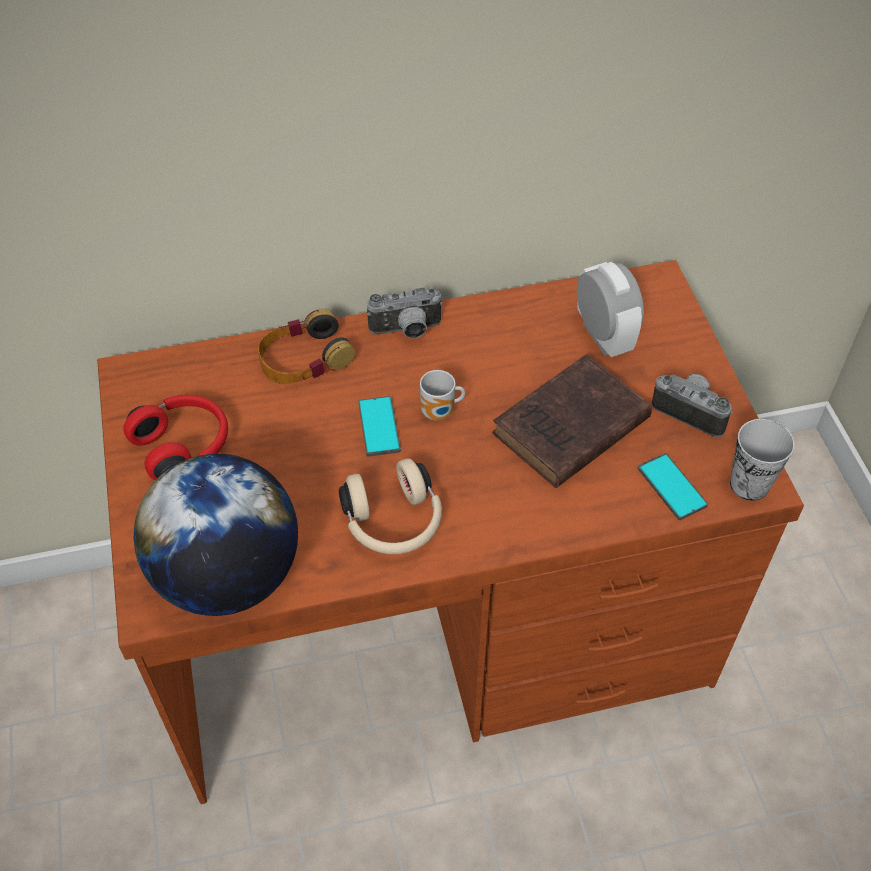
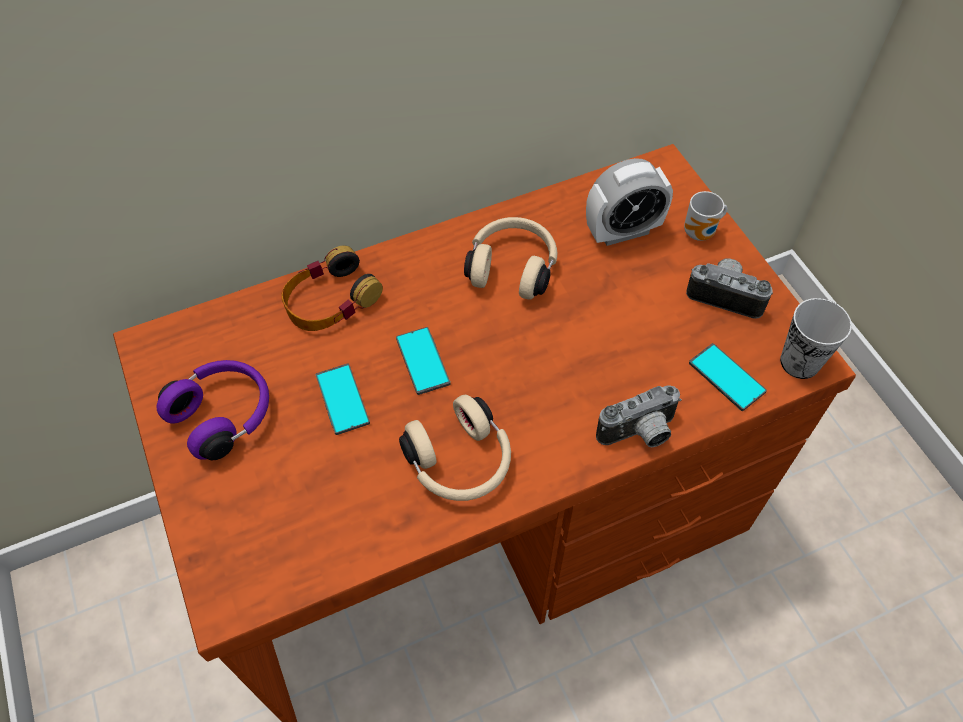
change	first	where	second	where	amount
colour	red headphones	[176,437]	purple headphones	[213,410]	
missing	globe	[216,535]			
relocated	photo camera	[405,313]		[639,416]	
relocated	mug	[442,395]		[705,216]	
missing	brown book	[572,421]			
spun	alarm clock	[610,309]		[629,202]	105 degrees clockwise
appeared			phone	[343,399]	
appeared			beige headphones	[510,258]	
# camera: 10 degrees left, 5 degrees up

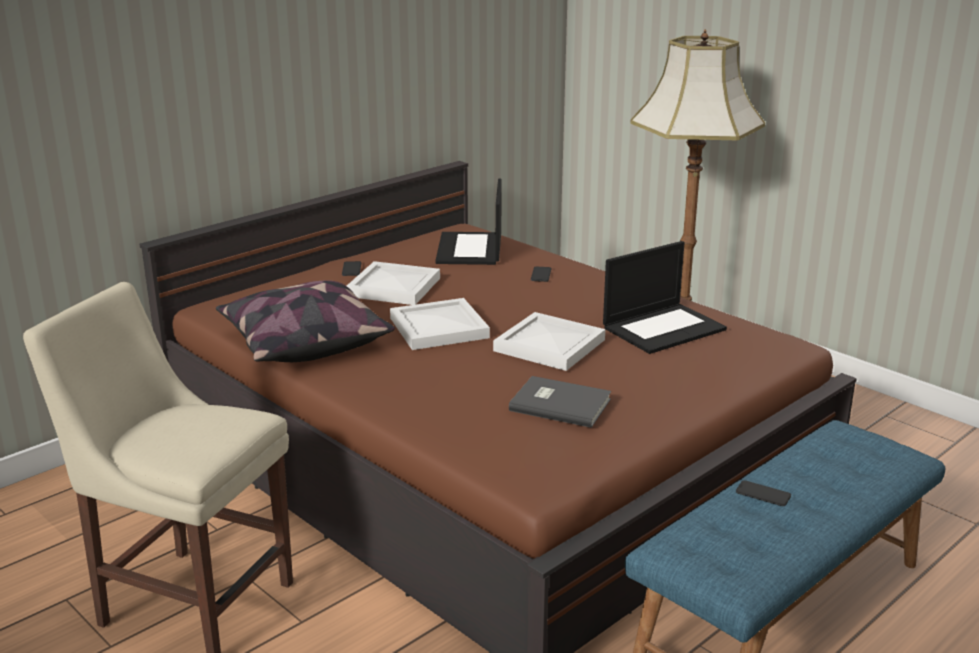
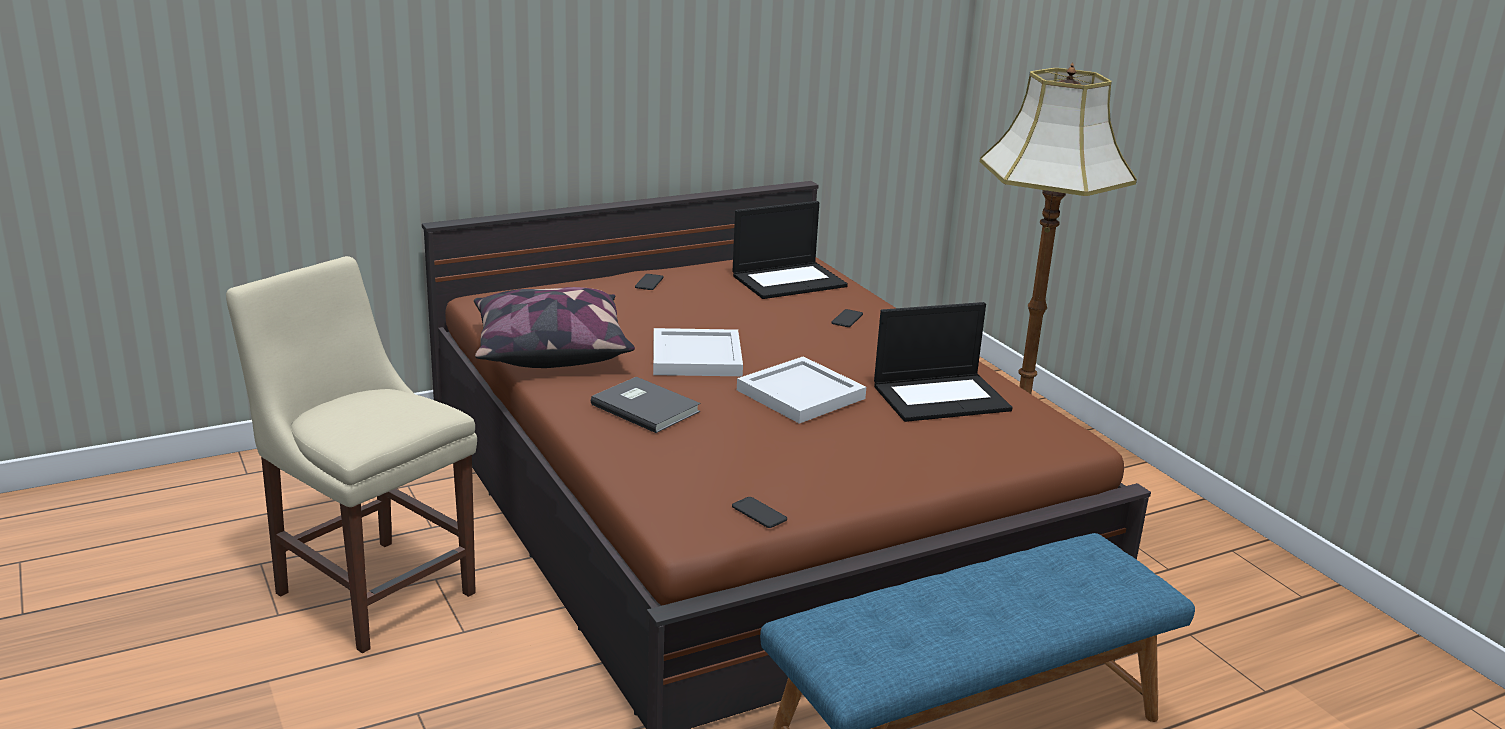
change	first	where	second	where	amount
missing	white tray	[393,283]			
spun	laptop	[468,221]		[790,250]	135 degrees counterclockwise
relocated	grey book	[560,402]		[645,405]	
relocated	phone	[763,493]		[759,512]	
# camera: 15 degrees right, 0 degrees up

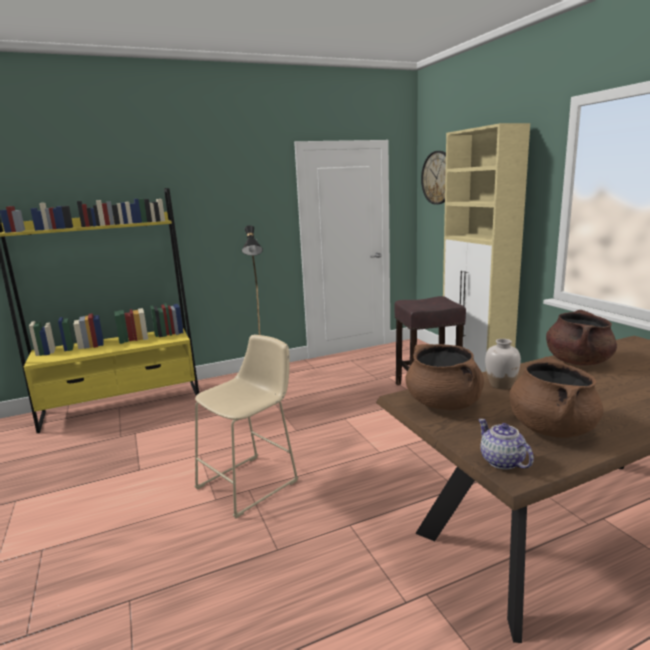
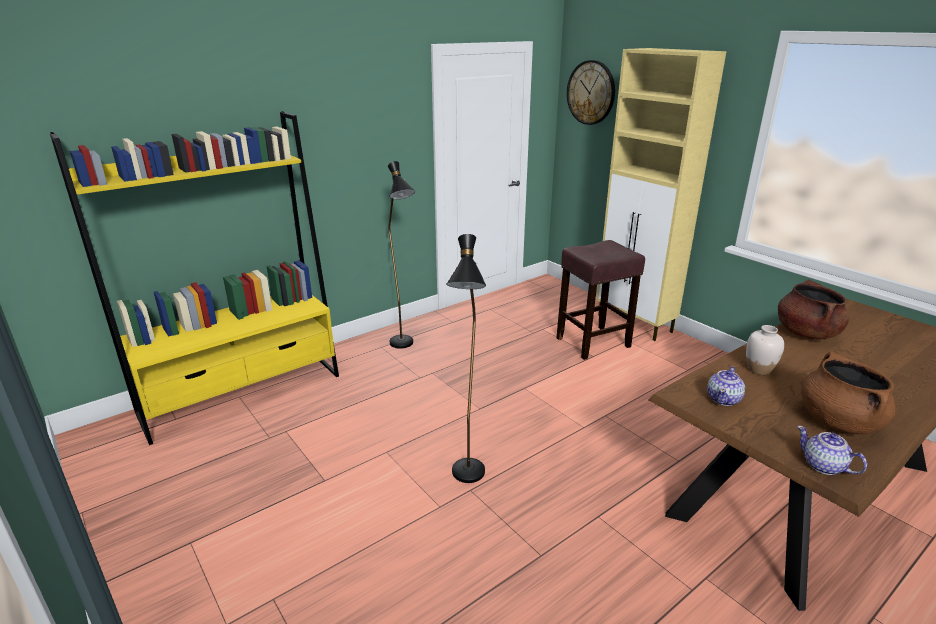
change	first	where	second	where	amount
exchanged	beige stool	[246,426]	black floor lamp	[466,358]	
exchanged	brown cooking pot	[444,377]	teapot	[726,386]	
# camera: 15 degrees left, 10 degrees up

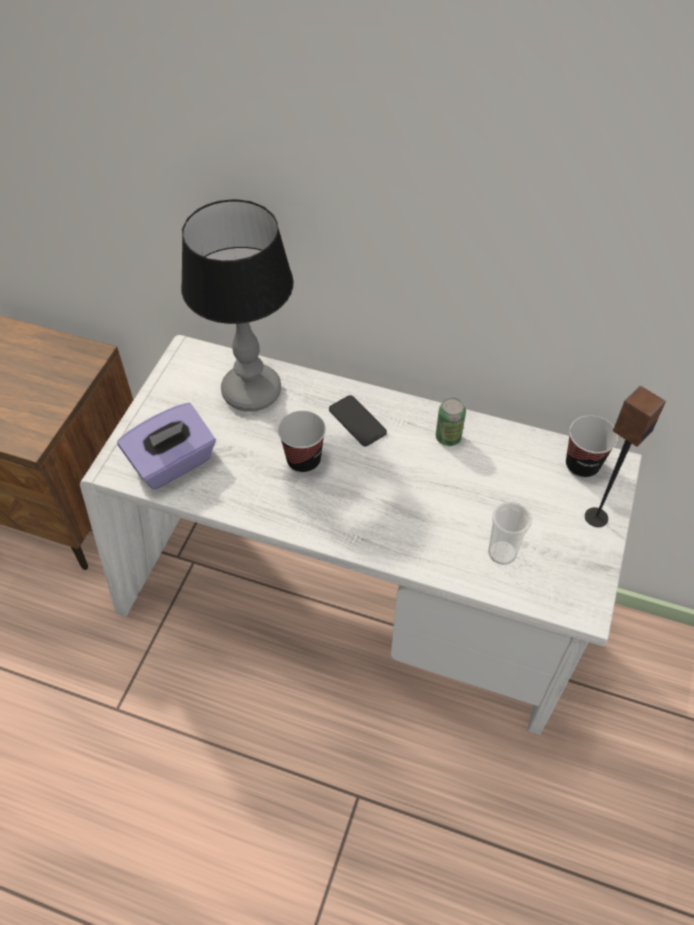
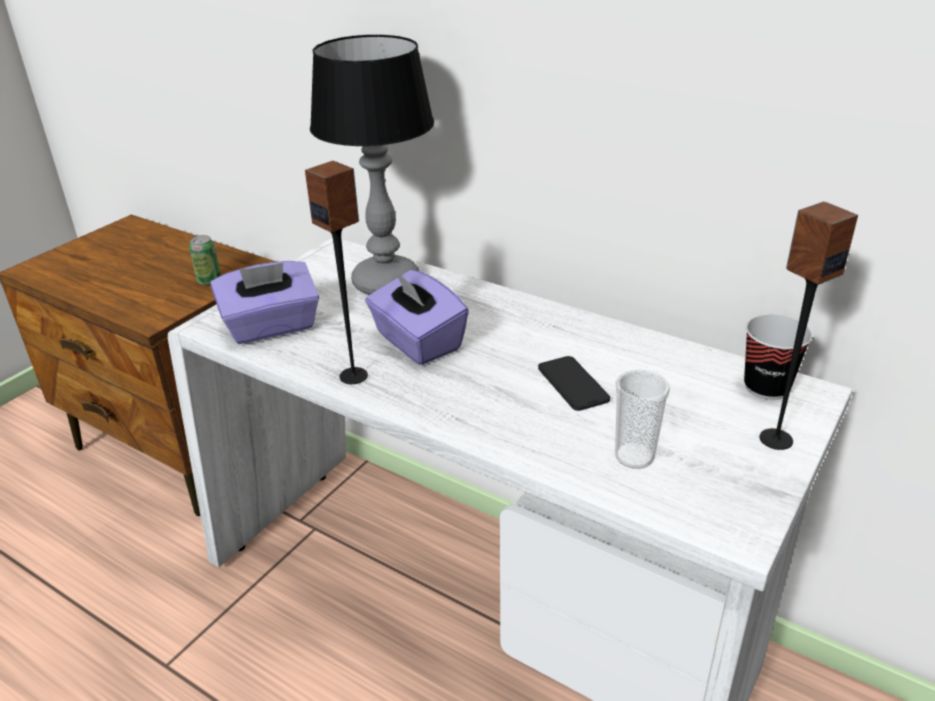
change	first	where	second	where	amount
exchanged	cup	[302,442]	purple tissue box	[417,317]	
relocated	phone	[358,420]		[574,383]	
relocated	can	[451,422]		[205,260]	
appeared			speaker	[336,272]	
# camera: 15 degrees right, 20 degrees down

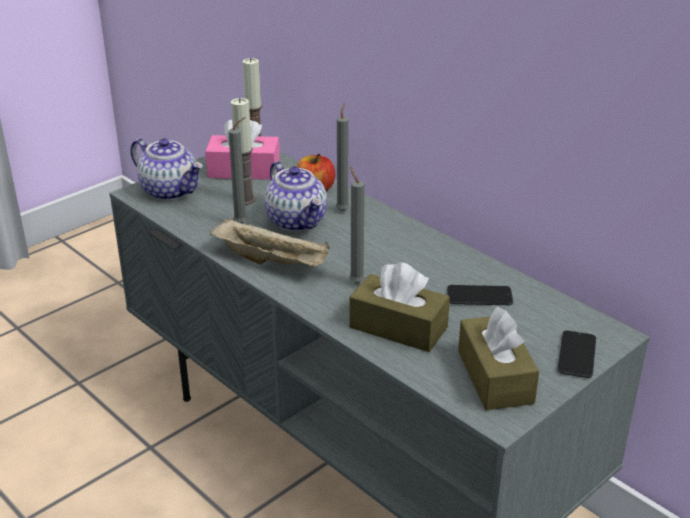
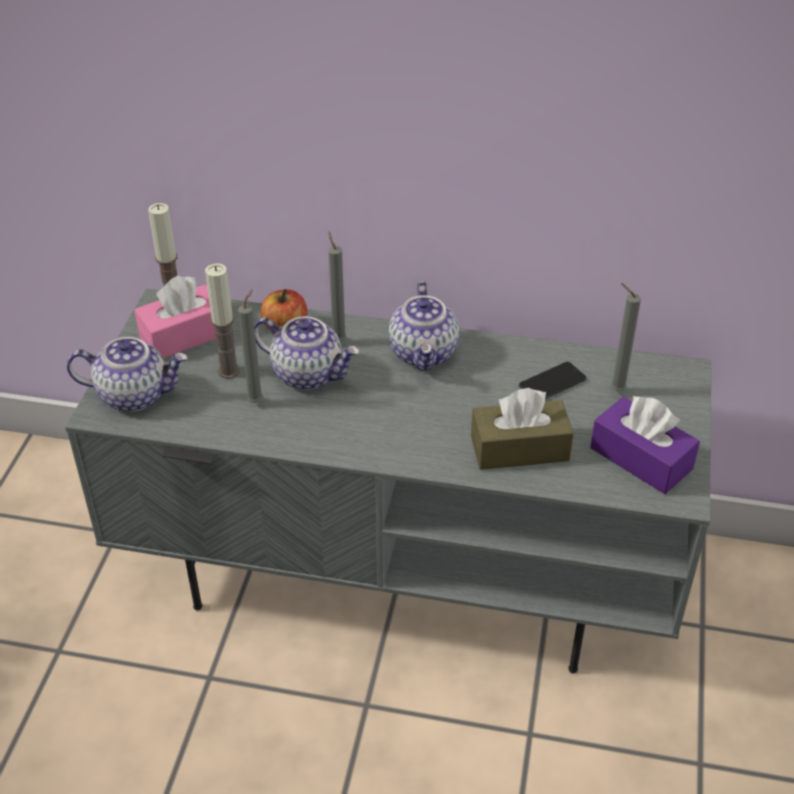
change	first	where	second	where	amount
missing	beige tray	[270,242]			
relocated	grey candle	[357,224]		[625,337]	
colour	brown tissue box	[498,358]	purple tissue box	[645,445]	
missing	phone	[576,354]			
appeared			teapot	[424,326]	
# camera: 35 degrees left, 10 degrees up

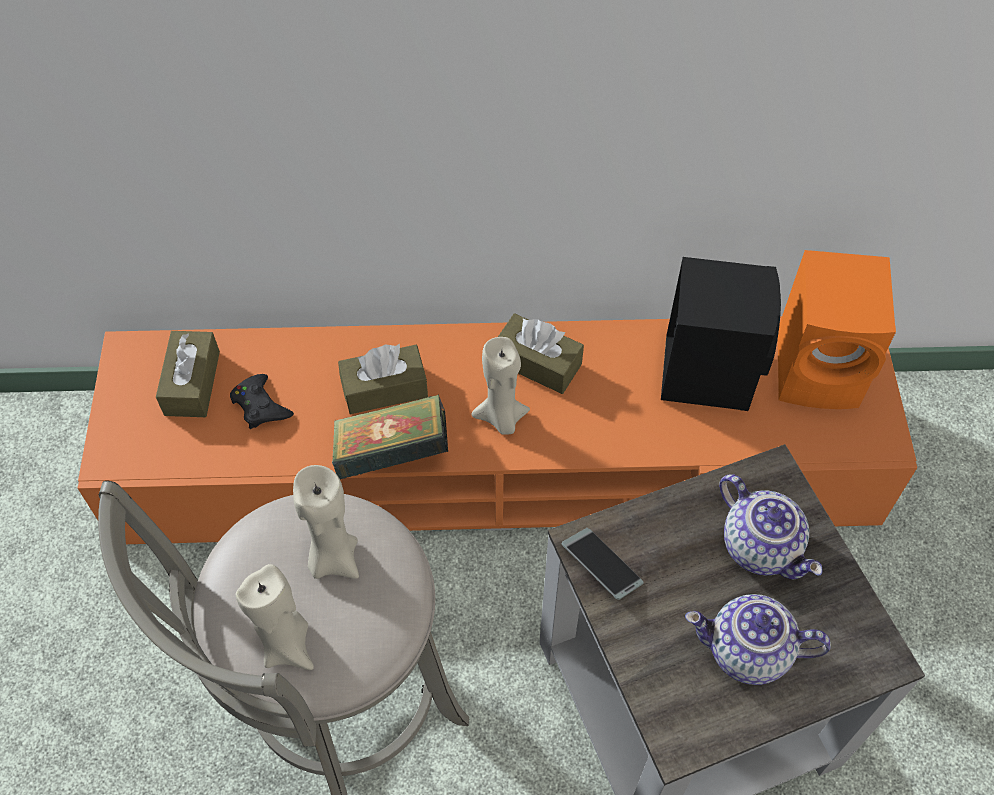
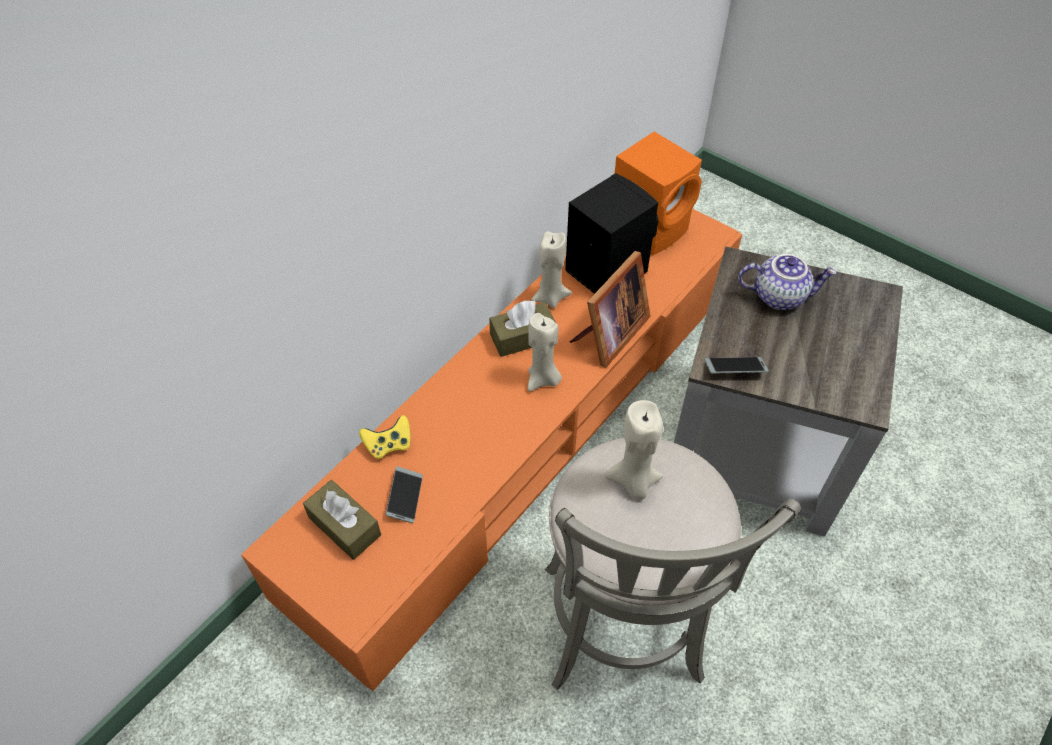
change	first	where	second	where	amount
exchanged	black game controller	[262,401]	phone	[404,494]	
relocated	beige candle	[275,617]		[551,269]	
missing	book	[390,437]			
missing	brown tissue box	[383,379]			
missing	teapot	[758,639]			
appeared			yellow game controller	[385,437]	
appeared			picture frame	[610,309]	
# camera: 50 degrees left, 5 degrees down

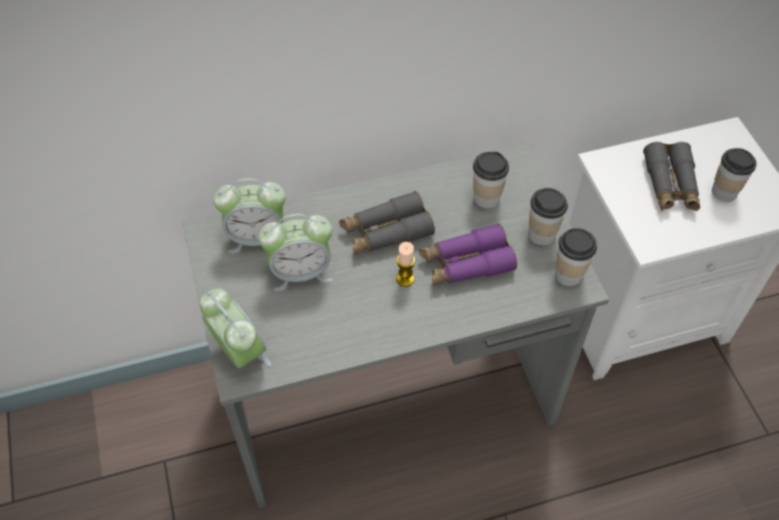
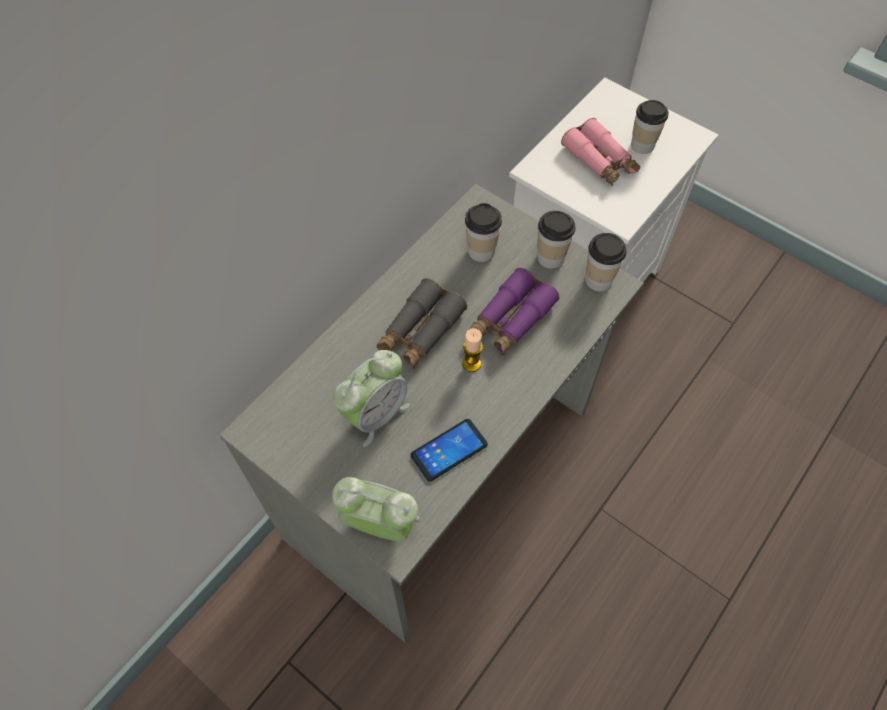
change	first	where	second	where	amount
missing	alarm clock	[249,216]			
colour	grey binoculars	[671,176]	pink binoculars	[600,152]	
appeared			phone	[449,450]	
# camera: 35 degrees left, 5 degrees up

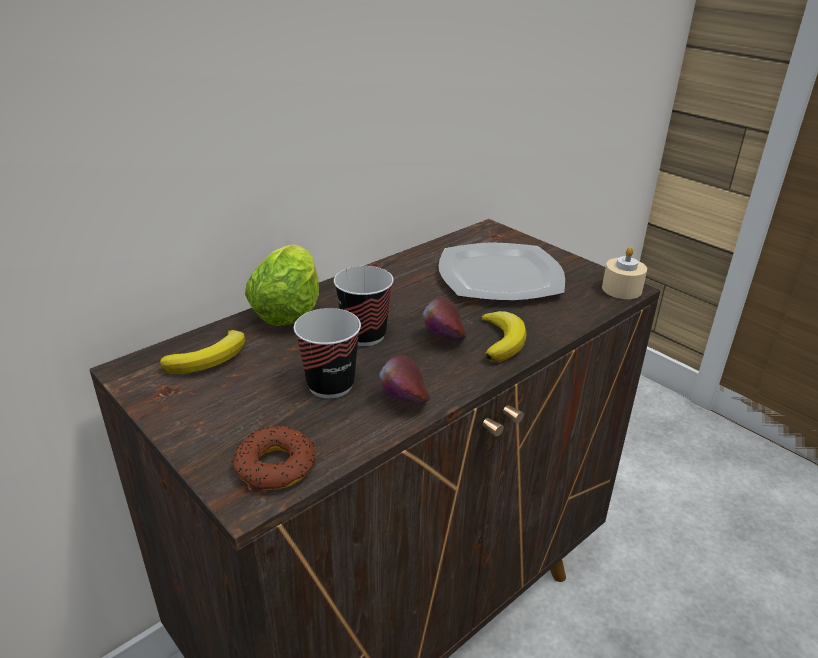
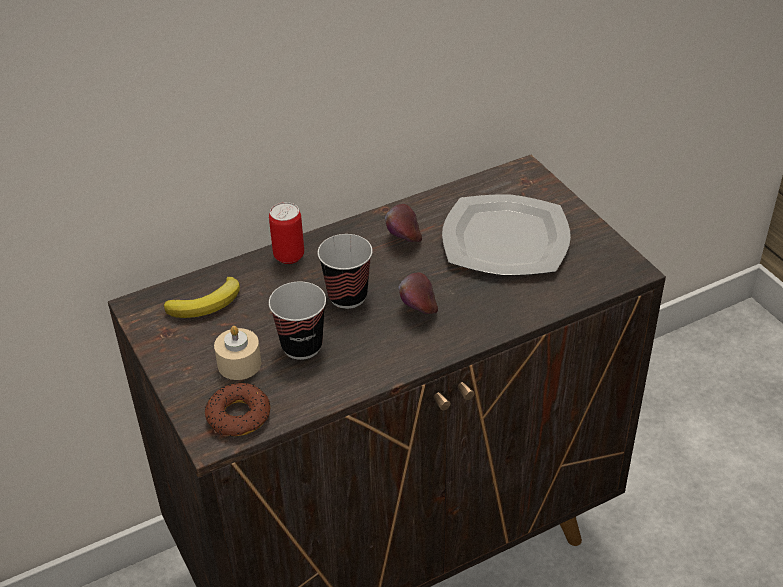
change	first	where	second	where	amount
exchanged	lettuce	[282,285]	can	[286,233]	
relocated	apple	[404,379]		[403,223]	
missing	banana	[503,336]			
relocated	beige candle	[624,273]		[237,353]	
# camera: 15 degrees right, 10 degrees up

